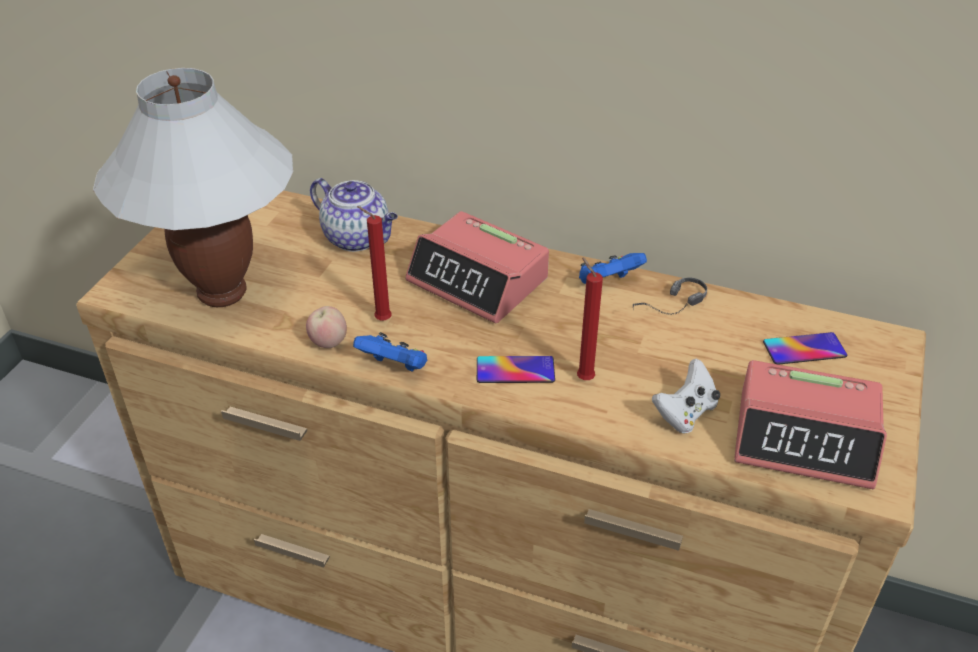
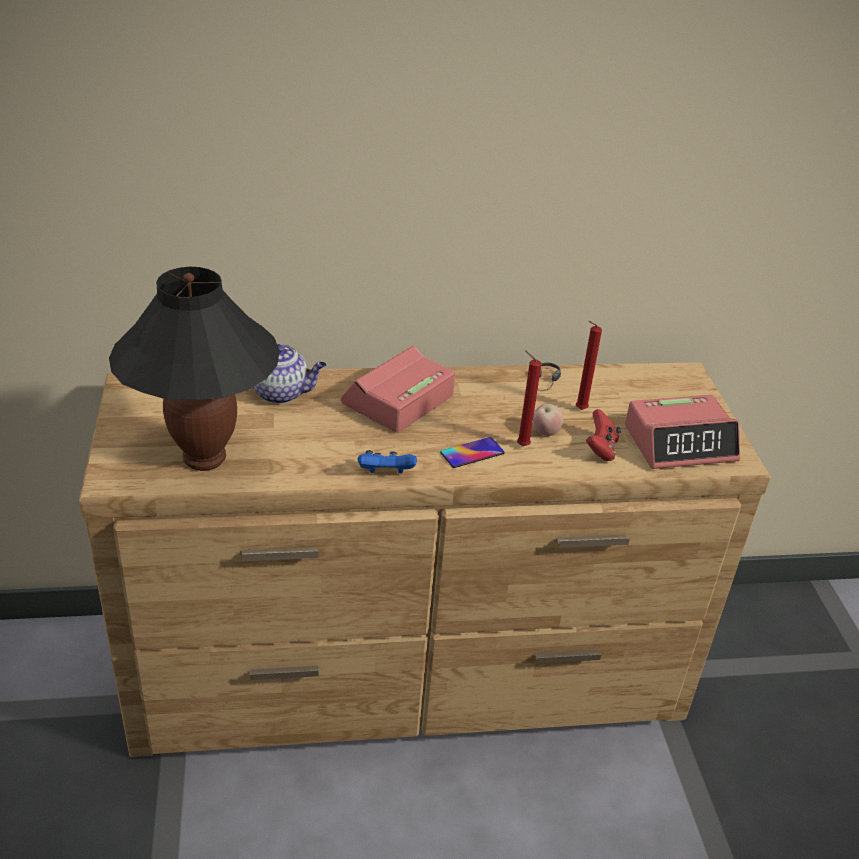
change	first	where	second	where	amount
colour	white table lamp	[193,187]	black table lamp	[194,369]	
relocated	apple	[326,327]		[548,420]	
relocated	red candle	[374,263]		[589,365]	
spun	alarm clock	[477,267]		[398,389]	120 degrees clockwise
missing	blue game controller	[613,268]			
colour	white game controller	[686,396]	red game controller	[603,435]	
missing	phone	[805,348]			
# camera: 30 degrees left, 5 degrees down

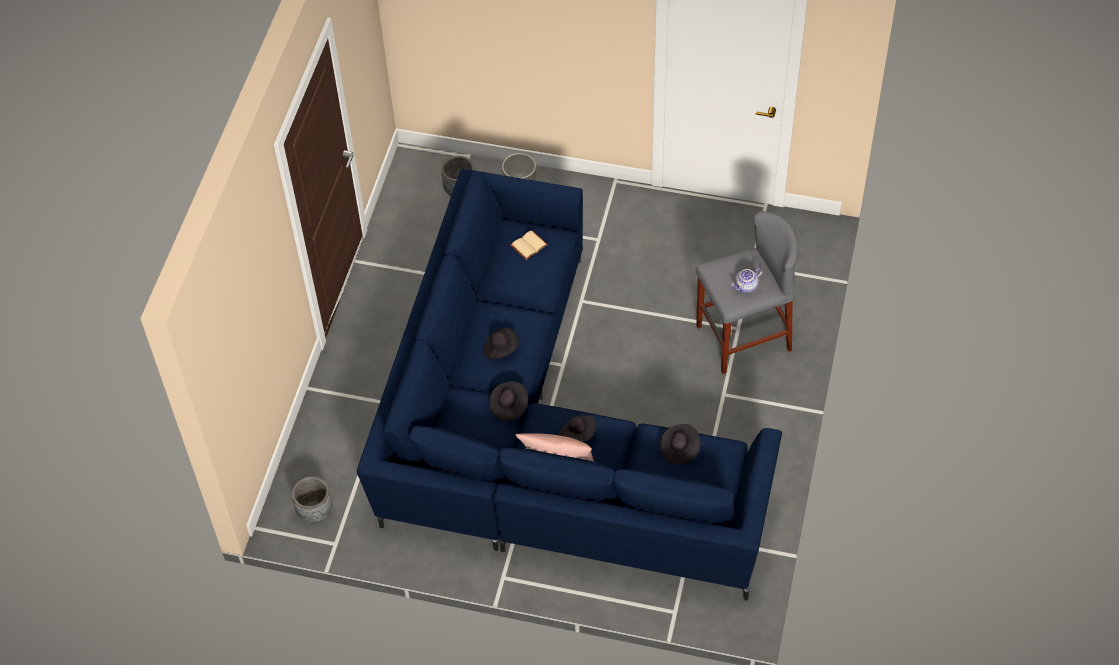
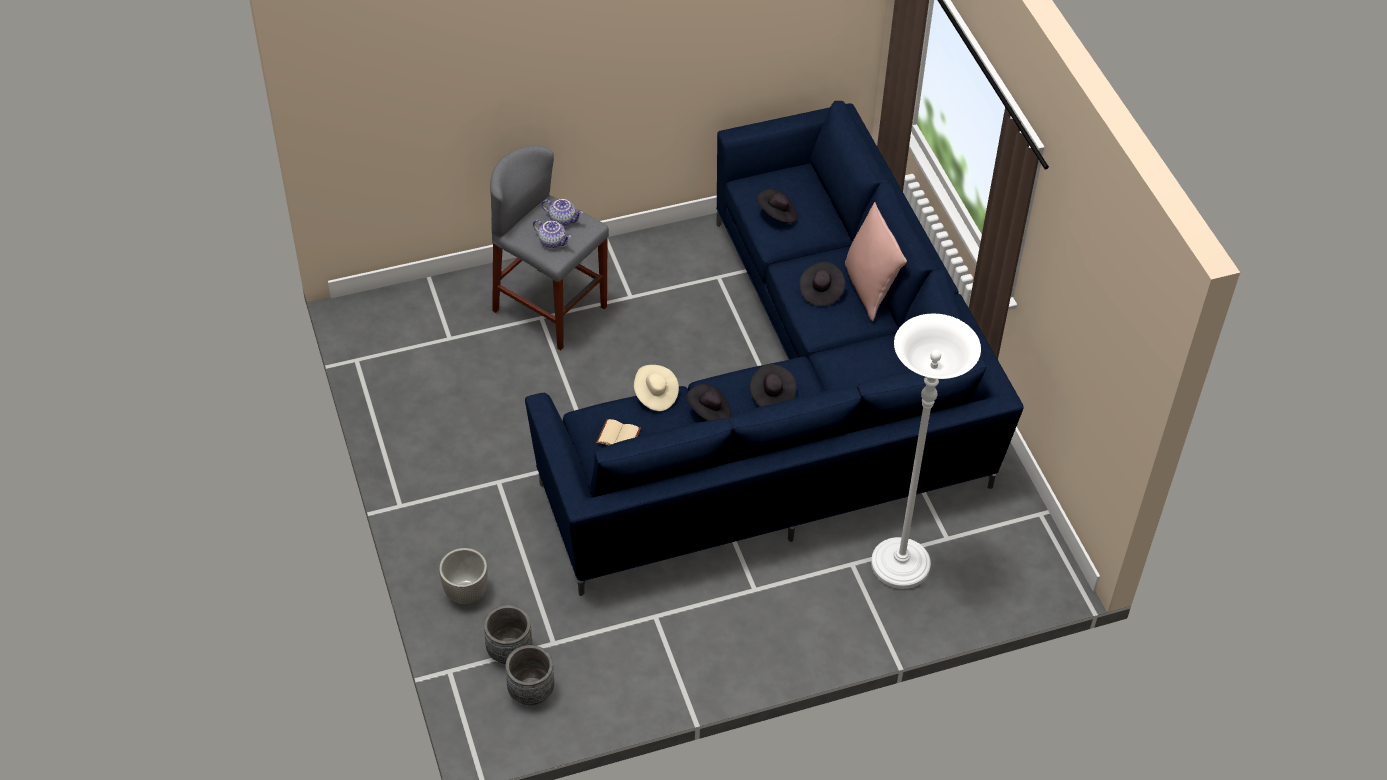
change	first	where	second	where	amount
relocated	grey planter	[312,499]		[529,675]	
relocated	black hat	[508,401]		[708,402]	
appeared			teapot	[552,233]	
appeared			beige hat	[656,388]	
appeared			white floor lamp	[926,451]	
# camera: 125 degrees left, 5 degrees down

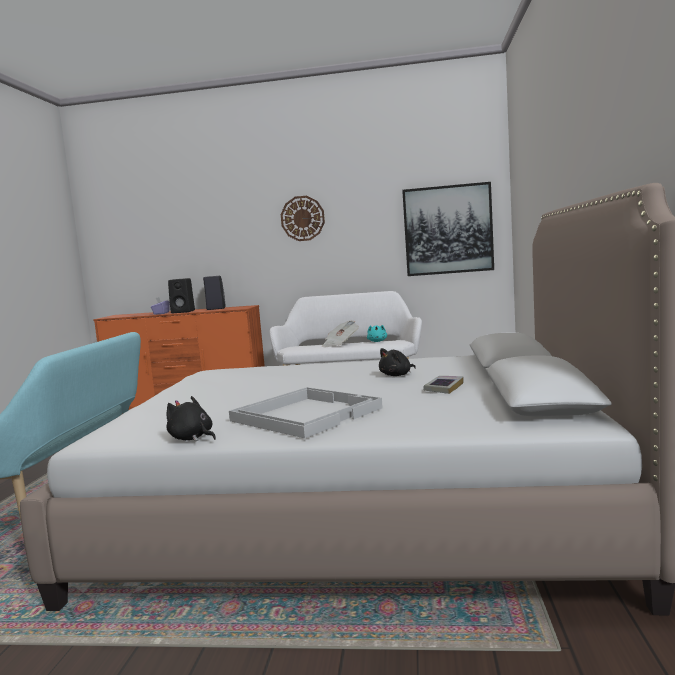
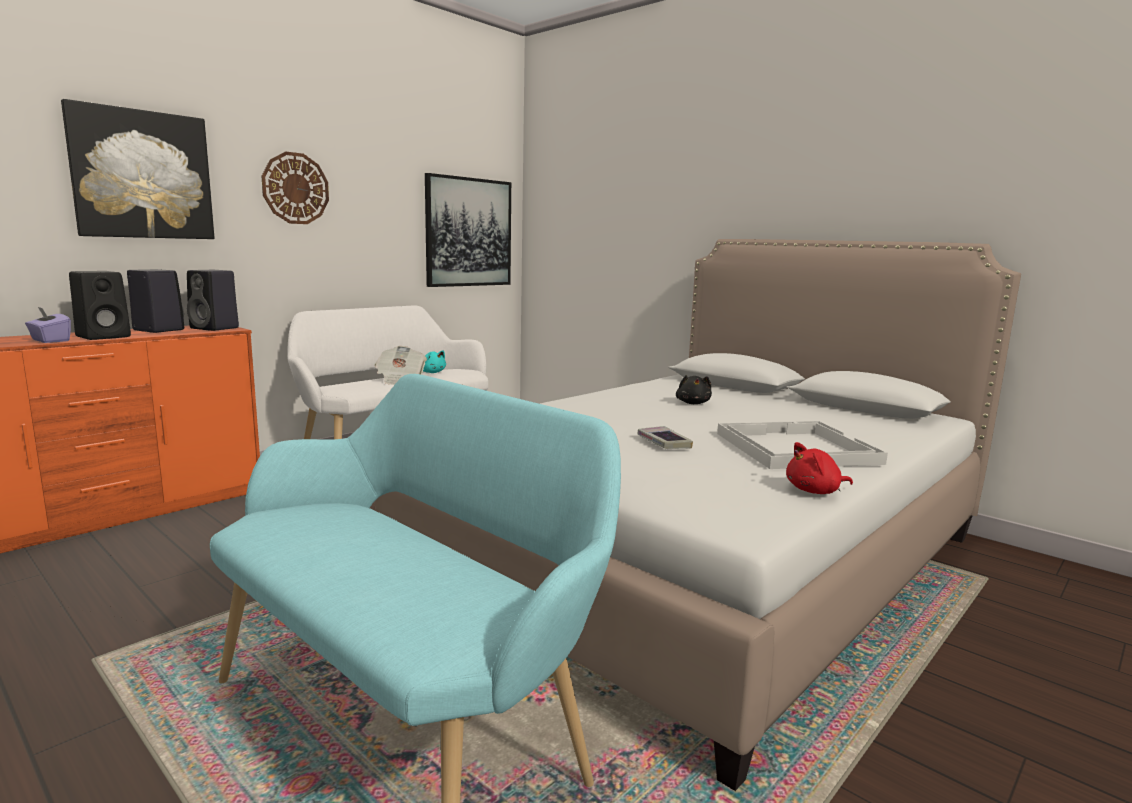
change	first	where	second	where	amount
colour	black plush toy	[191,418]	red plush toy	[819,468]	
relocated	book	[444,385]		[665,437]	
appeared			picture	[137,169]	
appeared			black speaker	[213,300]	
# camera: 55 degrees left, 5 degrees up

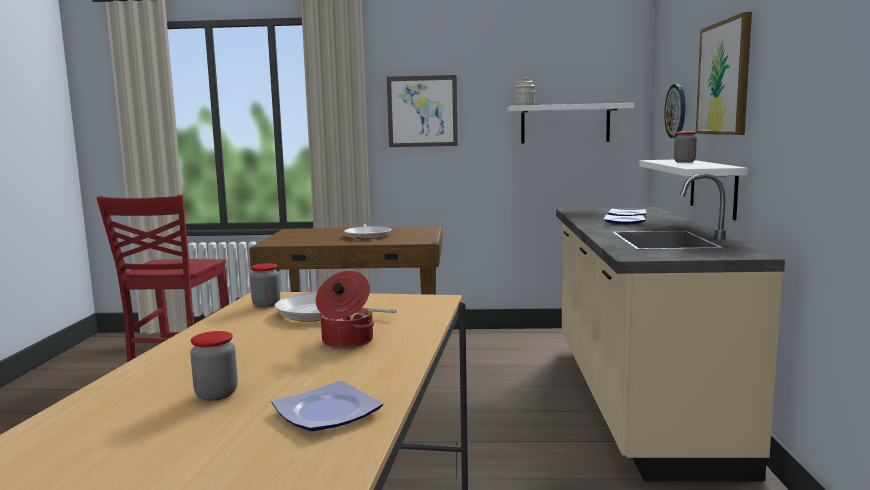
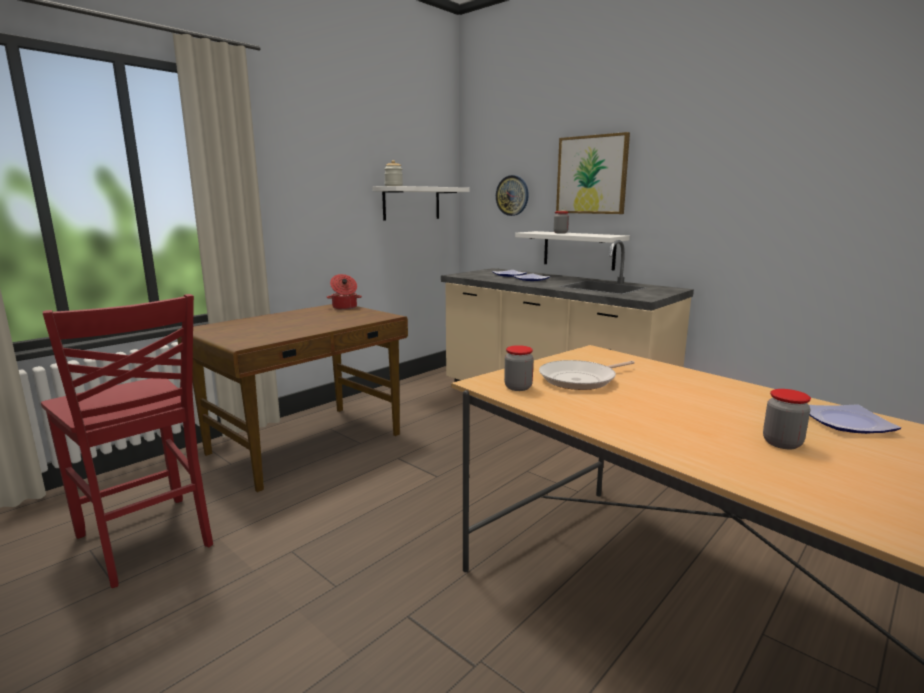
change	first	where	second	where	amount
relocated	cooking pot	[345,309]		[344,292]	
missing	frying pan	[367,231]			
missing	picture	[422,111]			
# camera: 50 degrees left, 5 degrees up

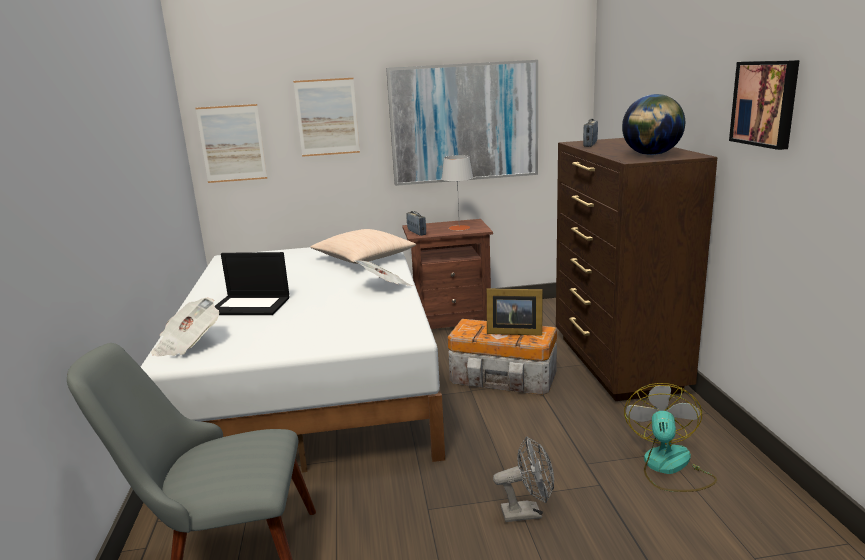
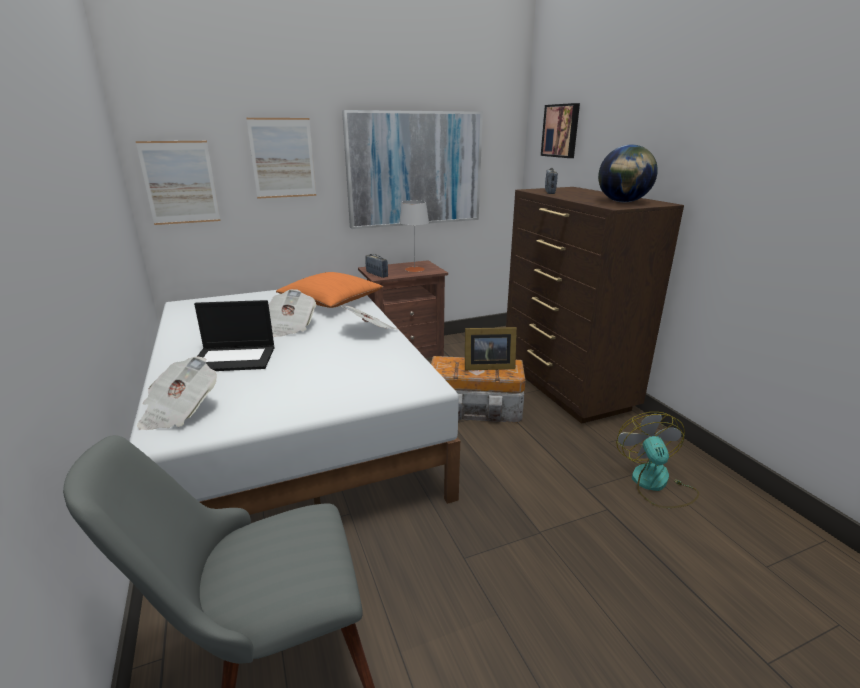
change	first	where	second	where	amount
colour	beige pillow	[363,246]	orange pillow	[329,290]	
missing	grey fan	[523,479]			
relocated	picture	[764,105]		[560,130]	
appeared			newspaper	[292,313]	
# camera: 15 degrees left, 5 degrees up

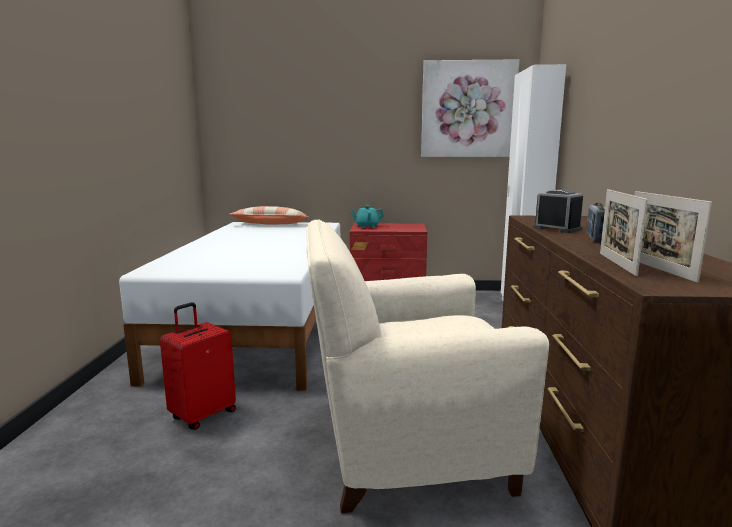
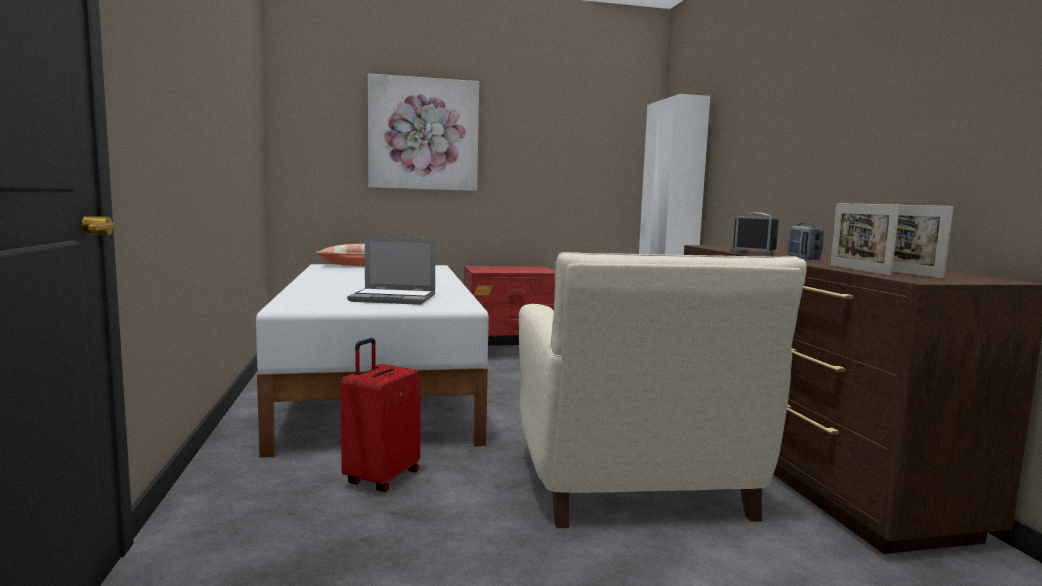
change	first	where	second	where	amount
spun	beige armchair	[427,366]		[663,390]	75 degrees counterclockwise
missing	turquoise teapot	[367,216]			
relocated	picture	[470,108]		[423,132]	
appeared			laptop	[391,270]	
# camera: 15 degrees left, 5 degrees down

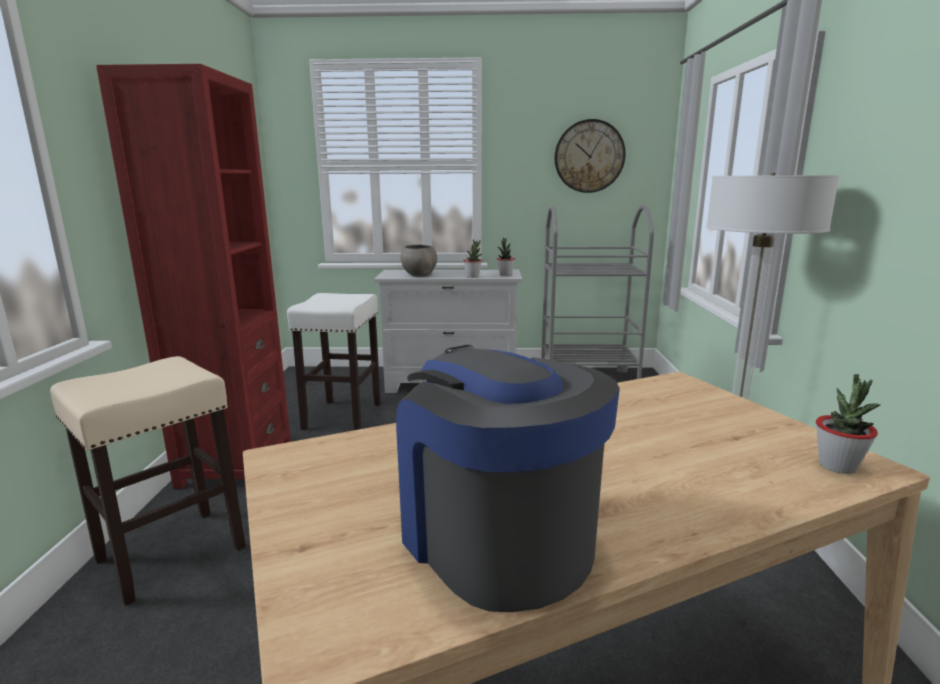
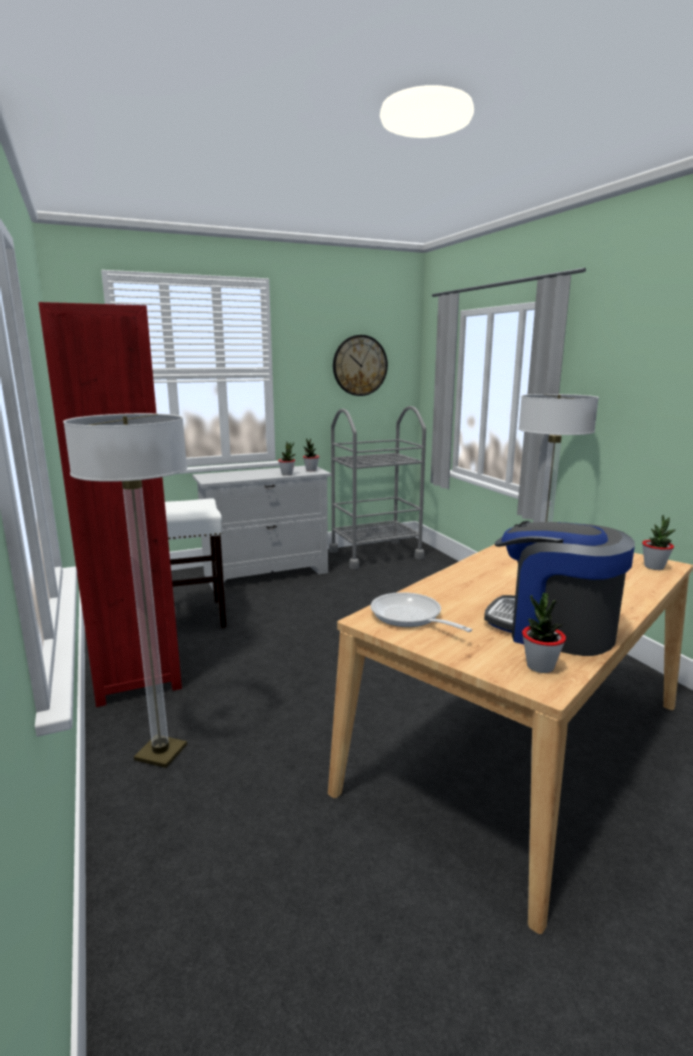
change	first	where	second	where	amount
exchanged	beige stool	[148,481]	floor lamp	[125,590]	
missing	grey bowl	[418,261]			
appeared			frying pan	[421,612]	
appeared			potted plant	[544,633]	
# camera: 25 degrees left, 0 degrees up

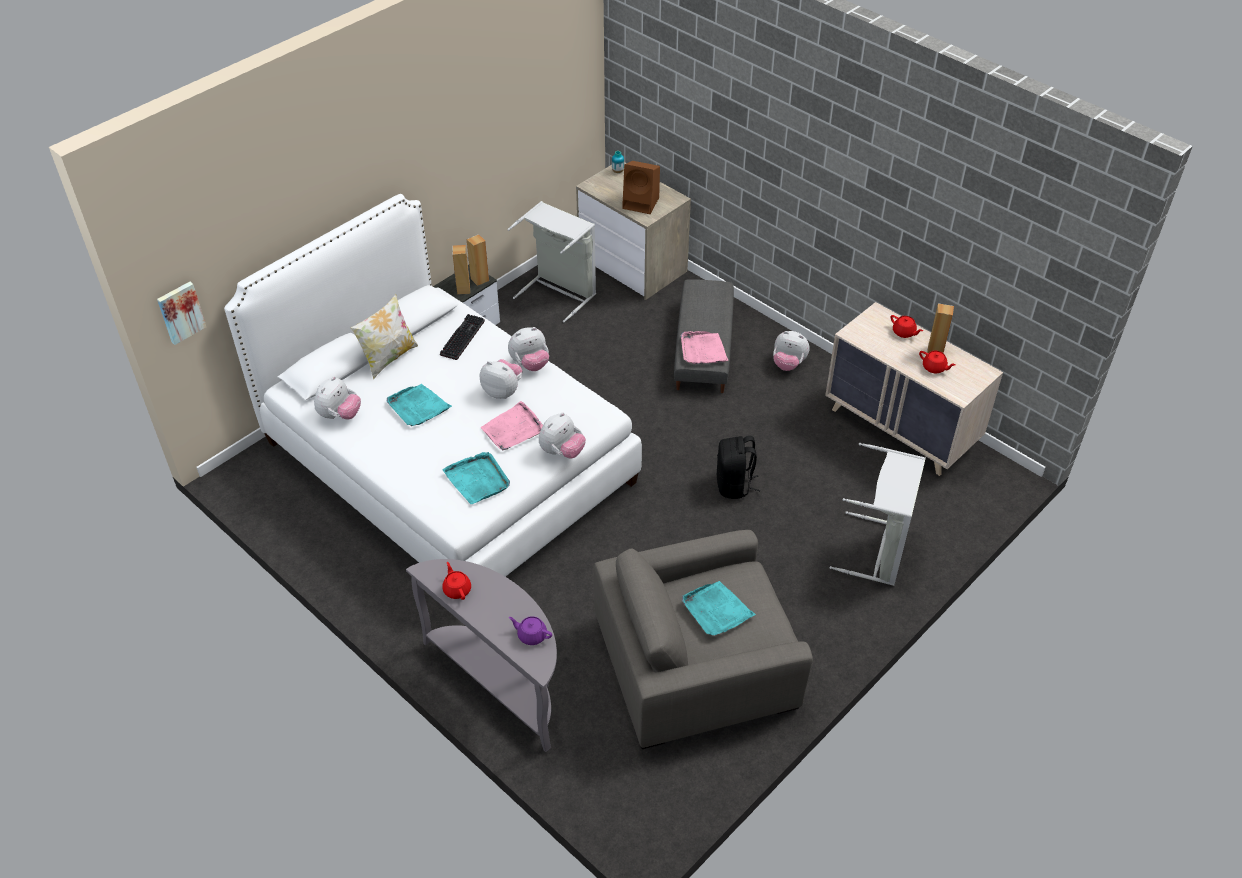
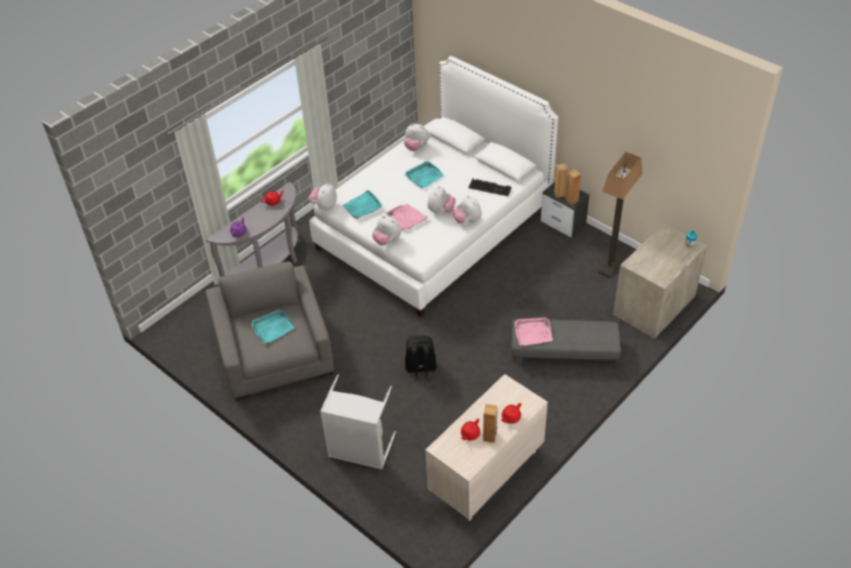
change	first	where	second	where	amount
missing	picture	[181,313]			
missing	pillow	[384,336]			
exchanged	grey laundry basket	[551,262]	floor lamp	[620,215]	
missing	brown speaker	[641,187]			
relocated	plush toy	[791,351]		[322,197]	
# camera: 90 degrees right, 0 degrees up

